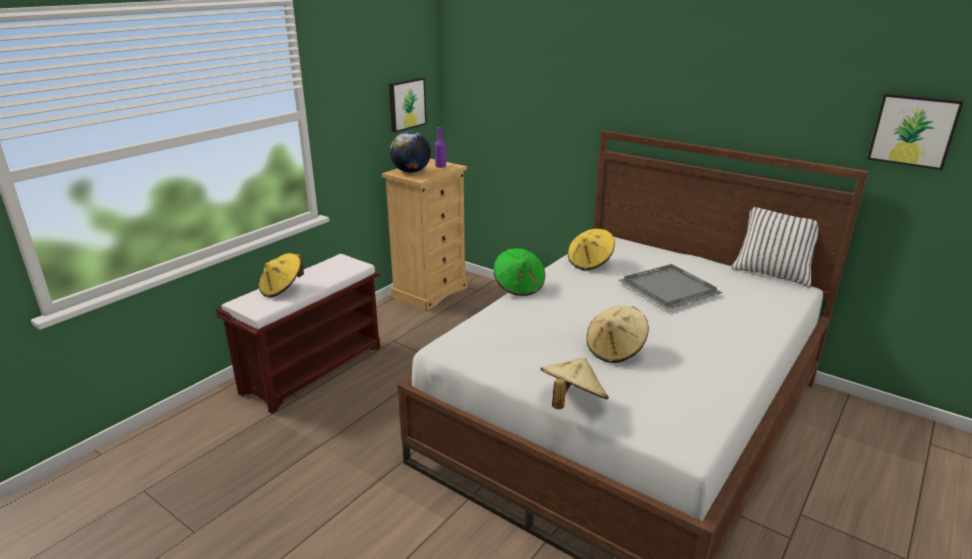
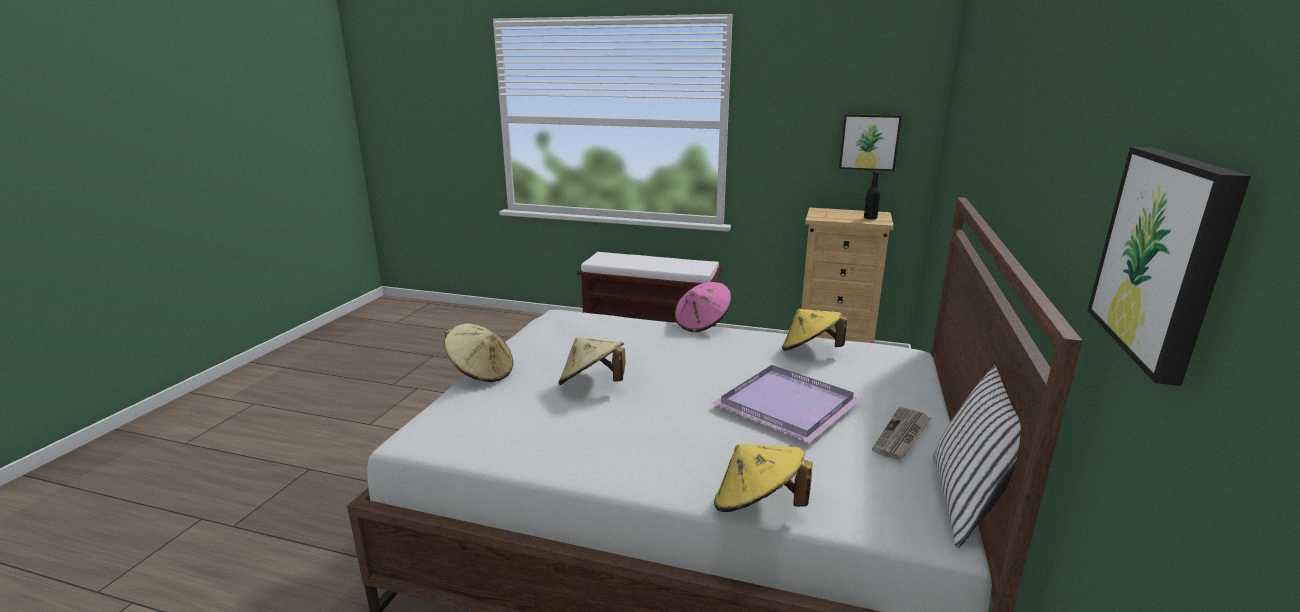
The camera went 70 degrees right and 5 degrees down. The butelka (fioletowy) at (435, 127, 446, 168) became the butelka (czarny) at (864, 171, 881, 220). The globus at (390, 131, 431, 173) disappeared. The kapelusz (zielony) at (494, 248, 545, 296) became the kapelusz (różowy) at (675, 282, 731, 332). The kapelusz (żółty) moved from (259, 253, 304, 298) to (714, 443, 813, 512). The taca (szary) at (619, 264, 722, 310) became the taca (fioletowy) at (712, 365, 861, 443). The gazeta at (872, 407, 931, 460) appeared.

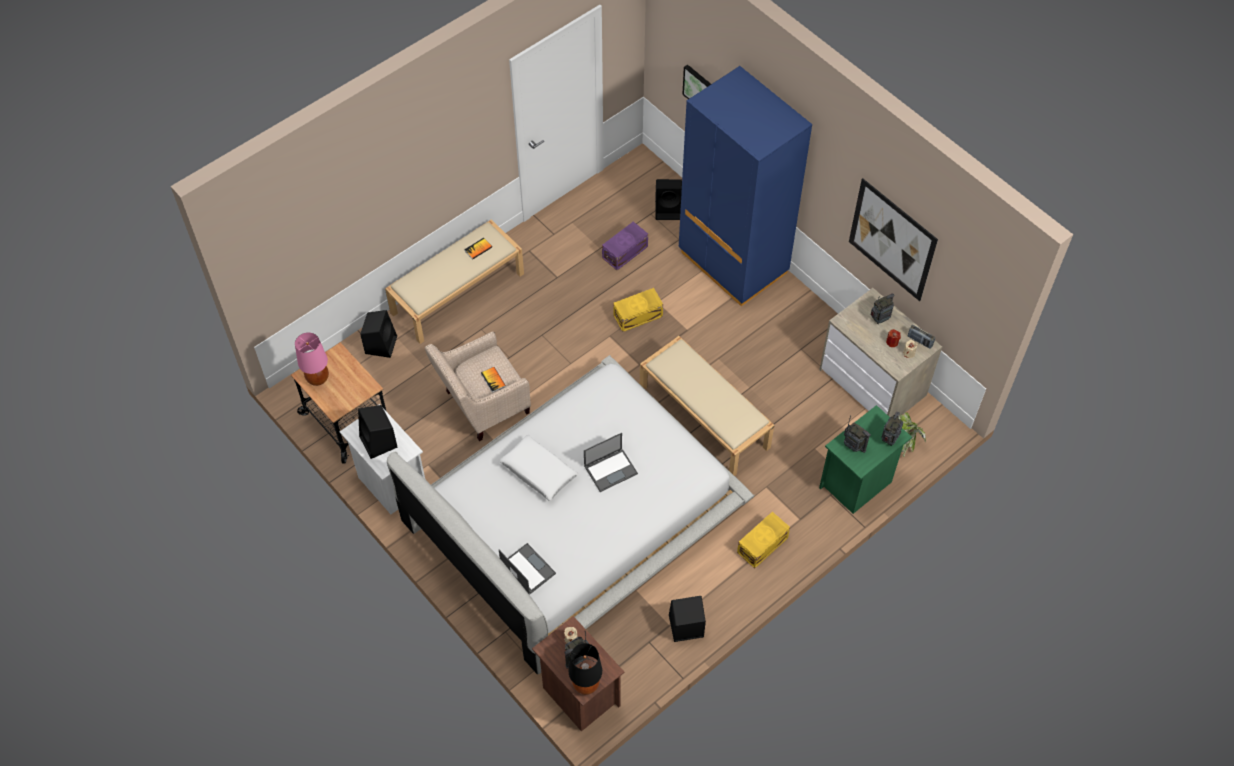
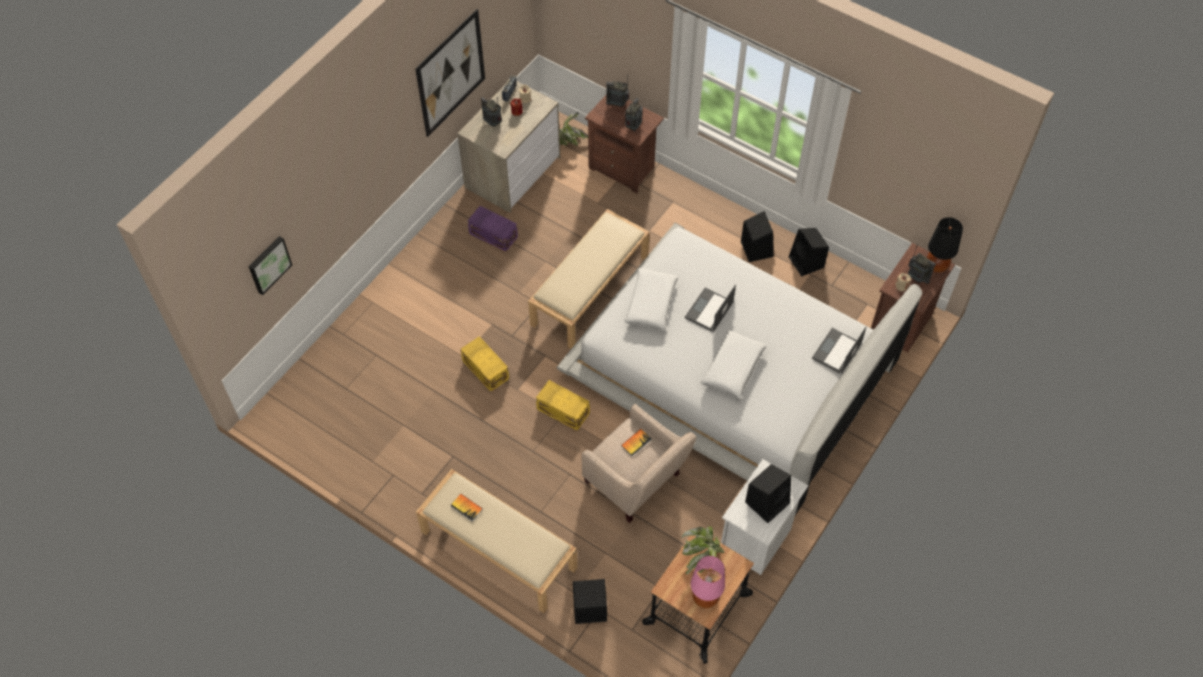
The camera went 105 degrees left and 0 degrees up. The szafa (niebieski) at (679, 66, 812, 306) disappeared. The głośnik (czarny) moved from (655, 179, 682, 220) to (741, 211, 774, 262). The pojemnik do przechowywania (fioletowy) moved from (602, 222, 648, 270) to (468, 206, 518, 252). The szafka nocna (zielony) at (819, 405, 912, 514) became the szafka nocna (brązowy) at (585, 95, 664, 194). The laptop at (584, 433, 638, 492) turned 105 degrees counterclockwise. The pojemnik do przechowywania (żółty) moved from (737, 512, 790, 568) to (536, 380, 590, 431). The poduszka (biały) at (624, 268, 678, 331) appeared. The roślina doniczkowa at (682, 526, 724, 575) appeared.

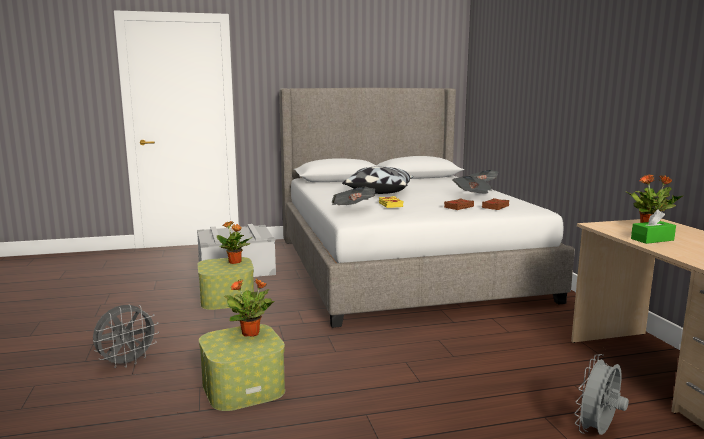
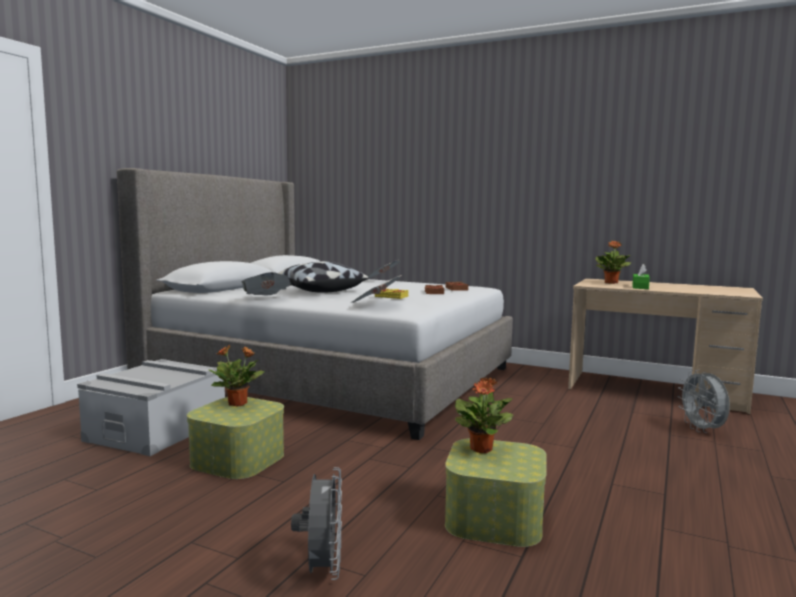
The camera went 50 degrees left and 5 degrees down. The gazeta moved from (452, 176, 492, 194) to (242, 272, 291, 296).

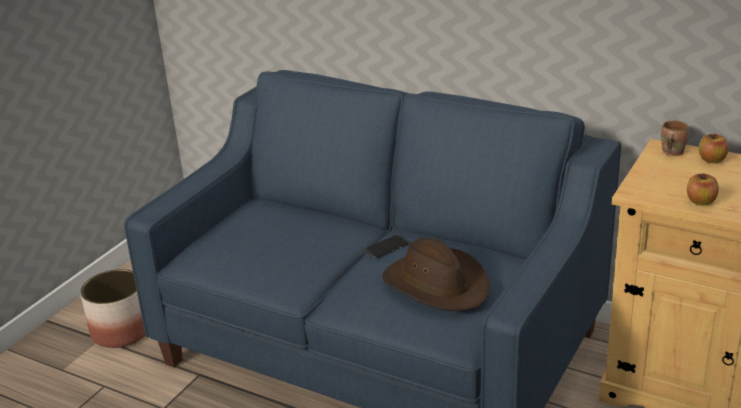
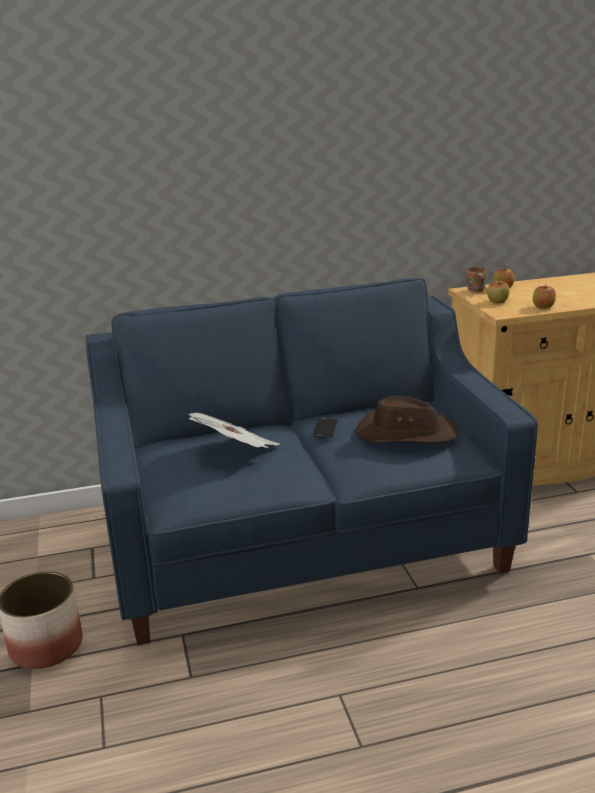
The camera went 45 degrees left and 5 degrees down. The jabłko at (487, 279, 509, 303) appeared. The gazeta at (188, 413, 280, 448) appeared.

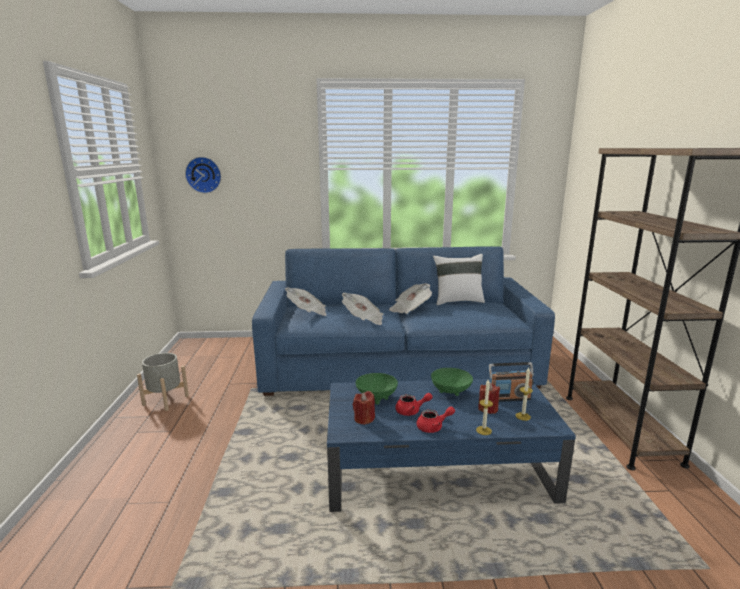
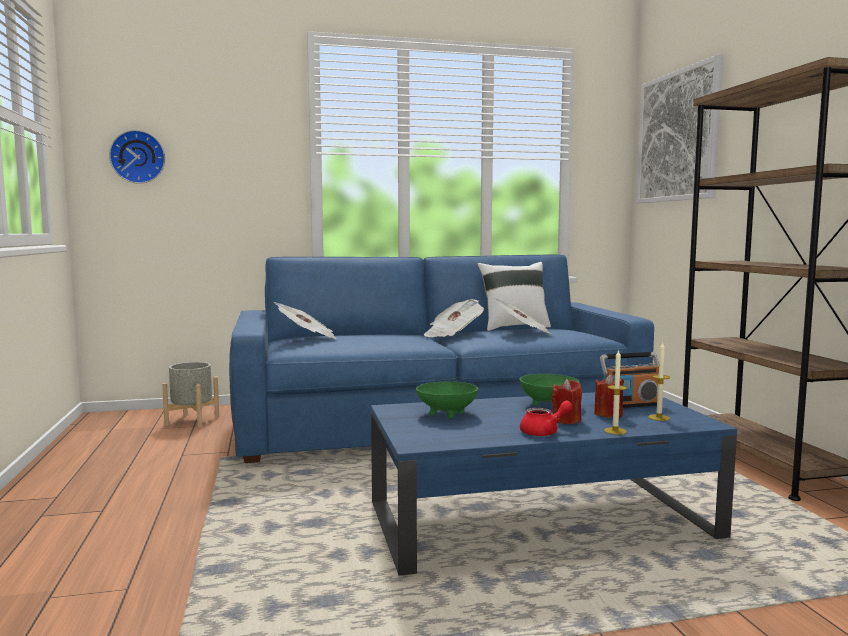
The camera went 10 degrees left and 10 degrees down. The gazeta moved from (342, 293, 383, 325) to (494, 298, 553, 335). The donica (szary) moved from (137, 353, 189, 411) to (162, 362, 219, 428). The świeca (czerwony) moved from (353, 391, 375, 425) to (552, 379, 582, 424). The imbryk (czerwony) at (395, 393, 433, 416) disappeared. The obraz at (637, 54, 723, 203) appeared.

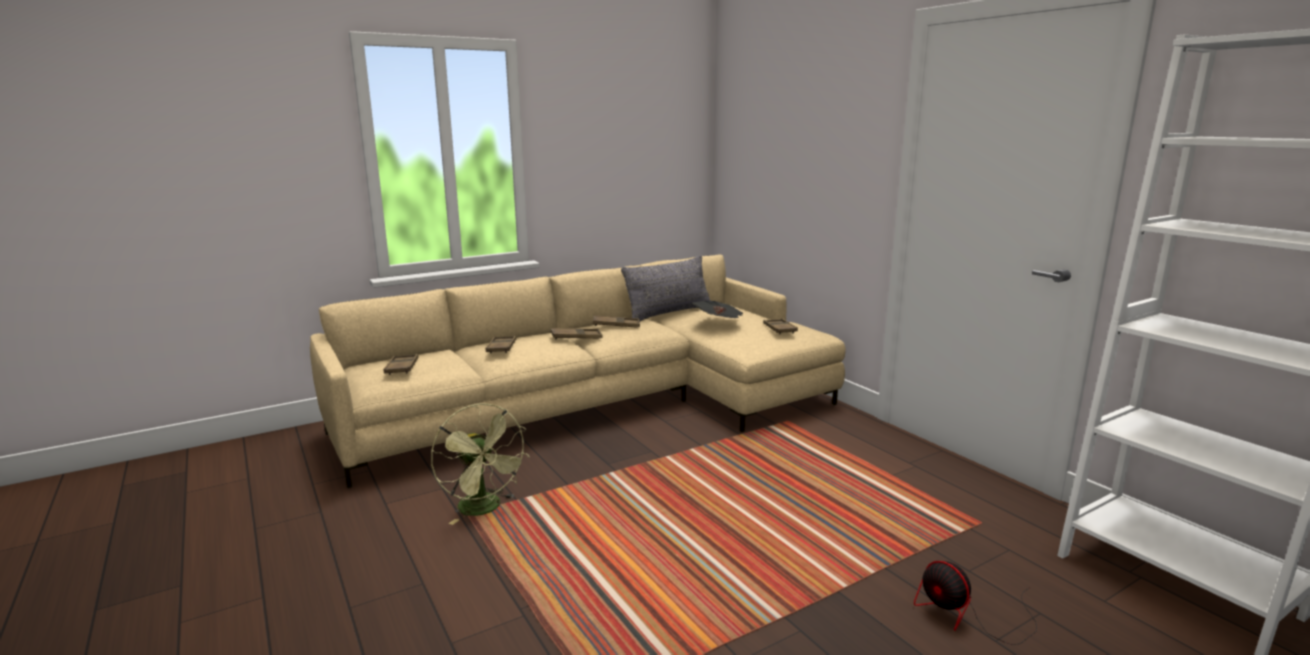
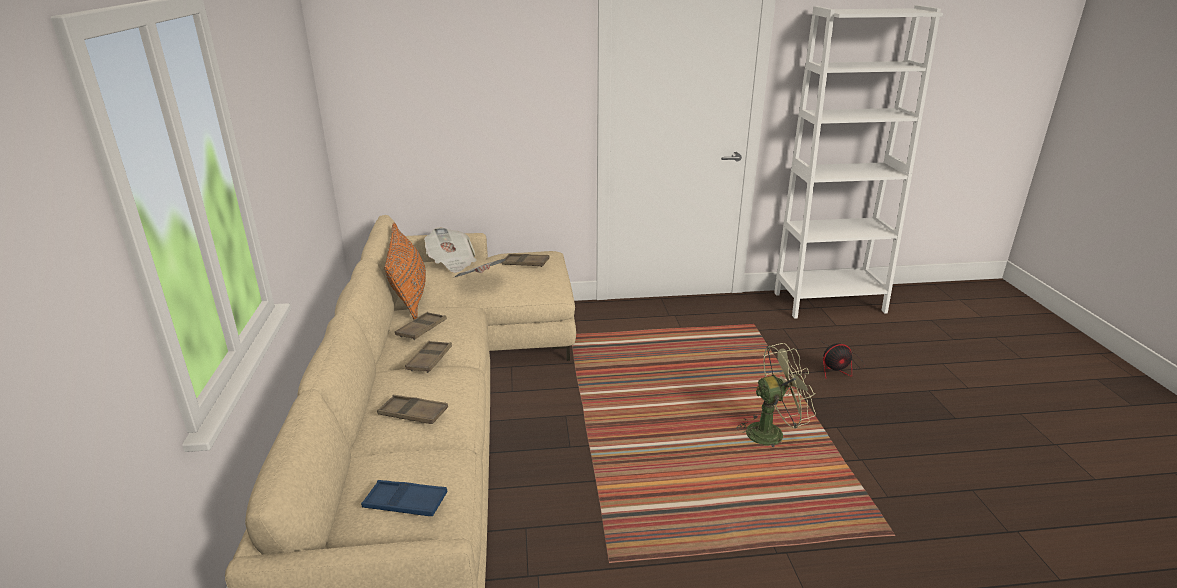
The camera went 65 degrees left and 10 degrees up. The poduszka (szary) at (621, 255, 710, 321) became the poduszka (pomarańczowy) at (384, 222, 426, 320). The taca (brązowy) at (383, 354, 419, 375) became the taca (niebieski) at (361, 480, 447, 516). The wentylator (zielony) moved from (431, 403, 529, 525) to (737, 343, 816, 447). The gazeta at (424, 227, 477, 273) appeared.

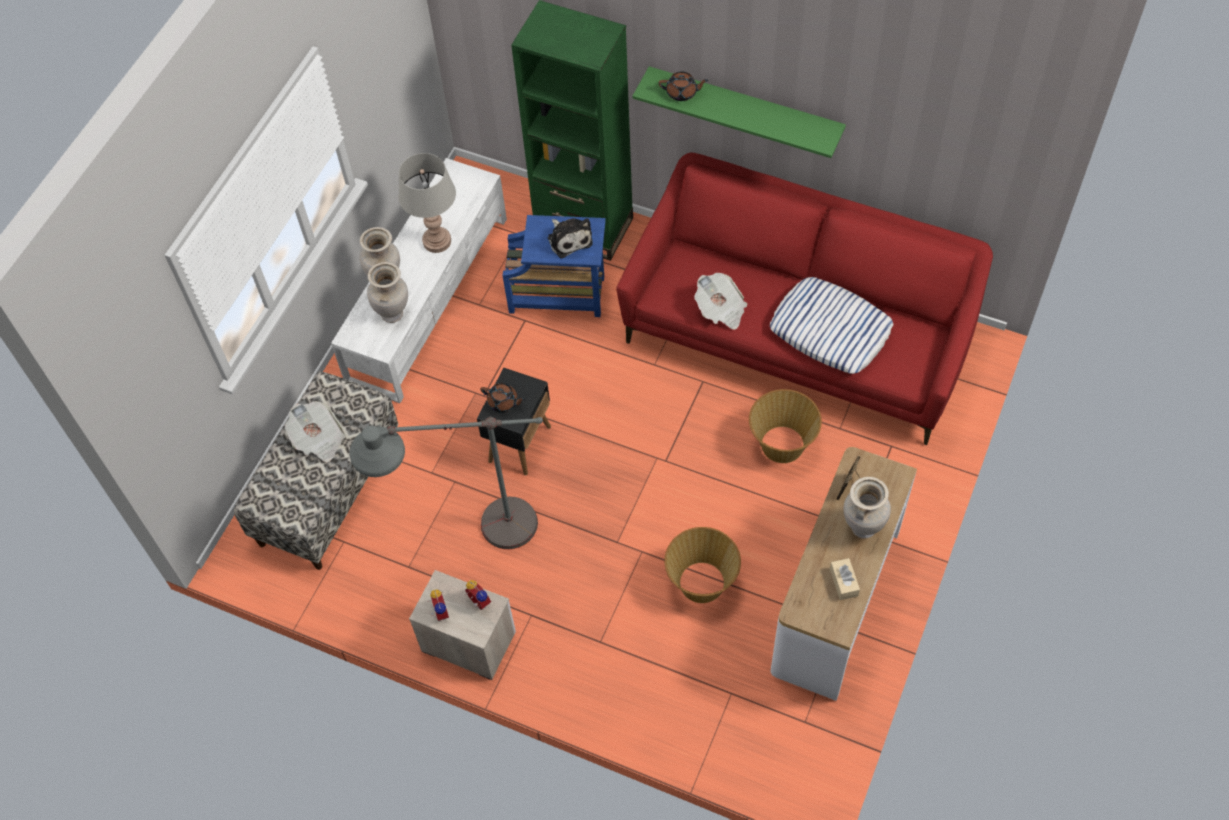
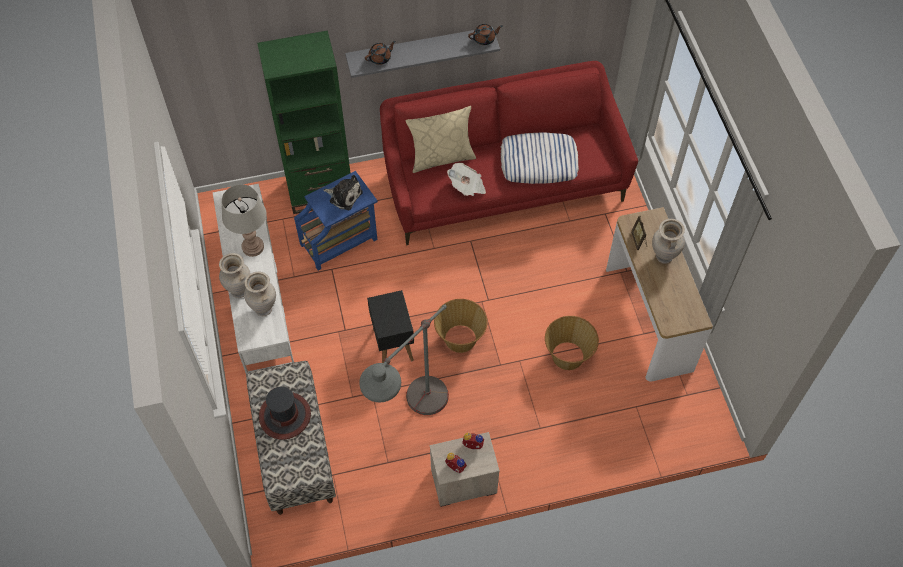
The camera went 40 degrees left and 0 degrees up. The półka (zielony) at (633, 66, 846, 158) became the półka (szary) at (345, 27, 500, 78). The imbryk (brązowy) moved from (480, 383, 526, 413) to (468, 24, 502, 45). The koszyk moved from (749, 389, 822, 463) to (434, 299, 487, 353). The gazeta at (285, 401, 346, 462) was replaced by the kapelusz at (259, 387, 311, 439). The pudełko chusteczek (beżowy) at (830, 558, 860, 600) disappeared. The poduszka (beżowy) at (406, 106, 476, 173) appeared.

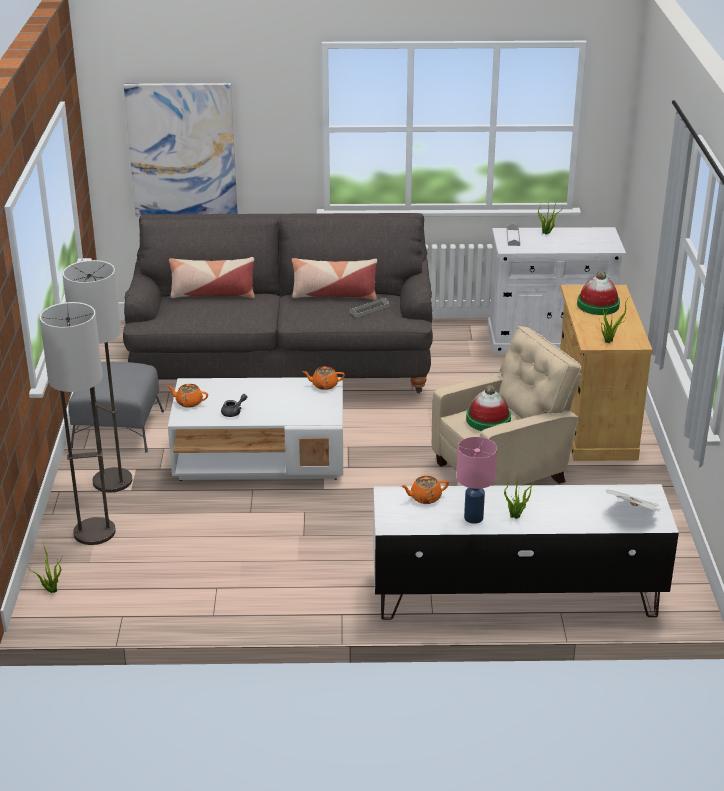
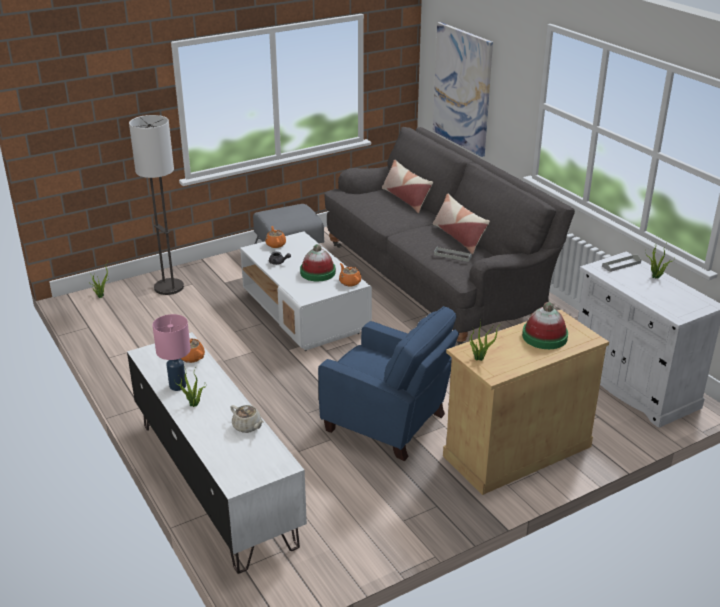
The camera went 60 degrees right and 0 degrees up. The lampa stojąca at (62, 260, 132, 492) disappeared. The fotel (beżowy) at (432, 326, 581, 486) became the fotel (niebieski) at (318, 306, 459, 461). The kapelusz moved from (466, 385, 511, 431) to (300, 244, 336, 281). The gazeta at (606, 489, 660, 512) disappeared. The imbryk (beżowy) at (230, 405, 264, 433) appeared.

